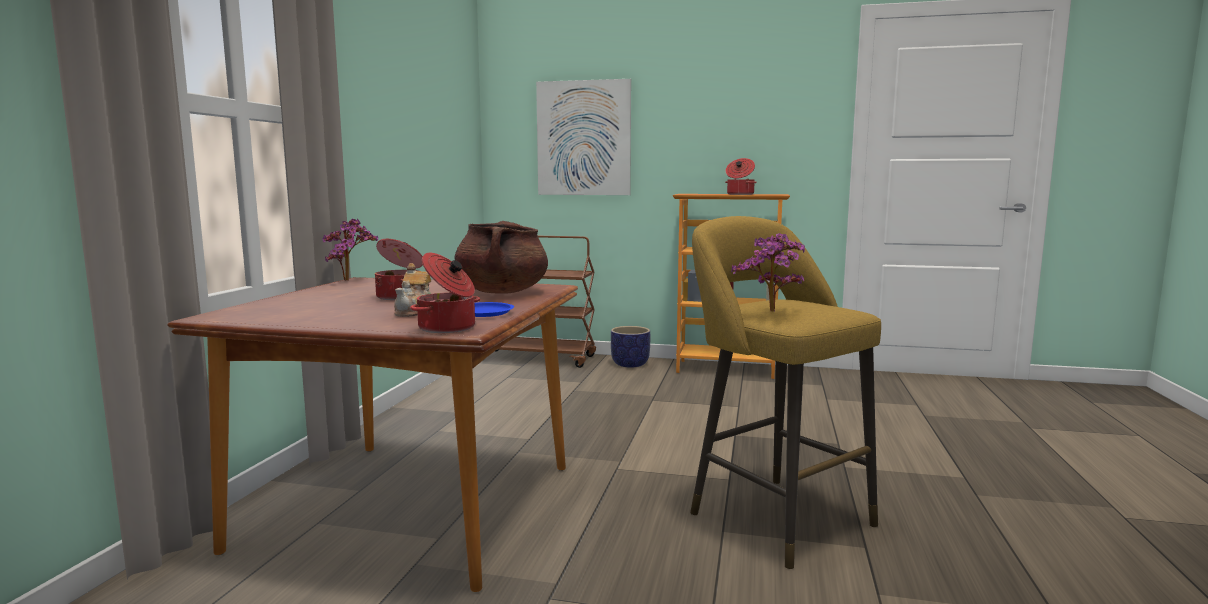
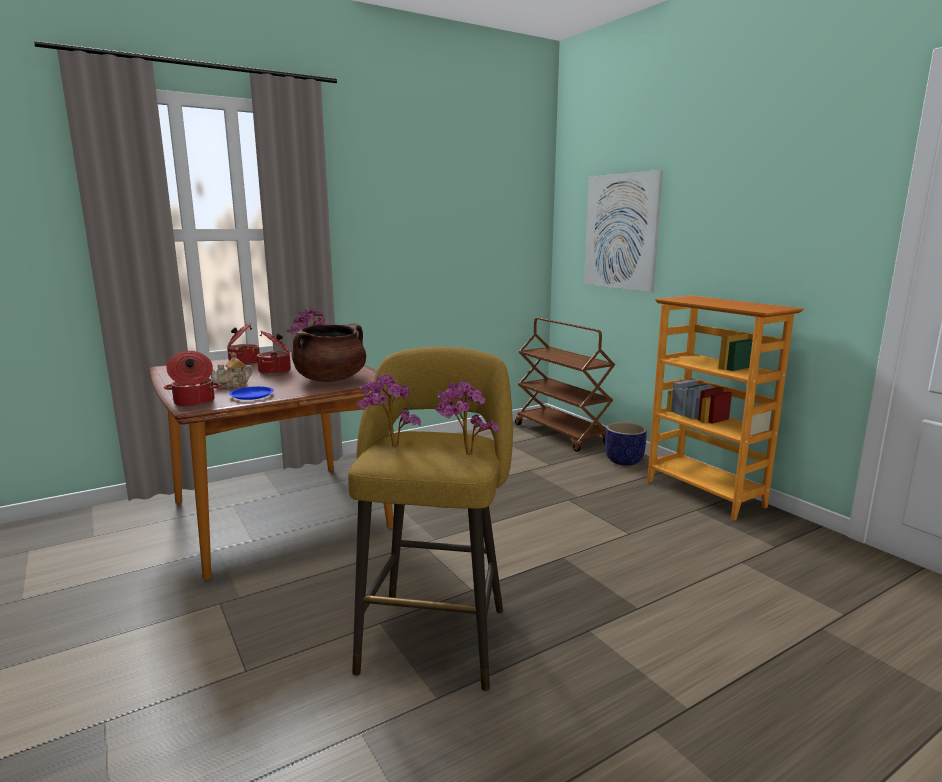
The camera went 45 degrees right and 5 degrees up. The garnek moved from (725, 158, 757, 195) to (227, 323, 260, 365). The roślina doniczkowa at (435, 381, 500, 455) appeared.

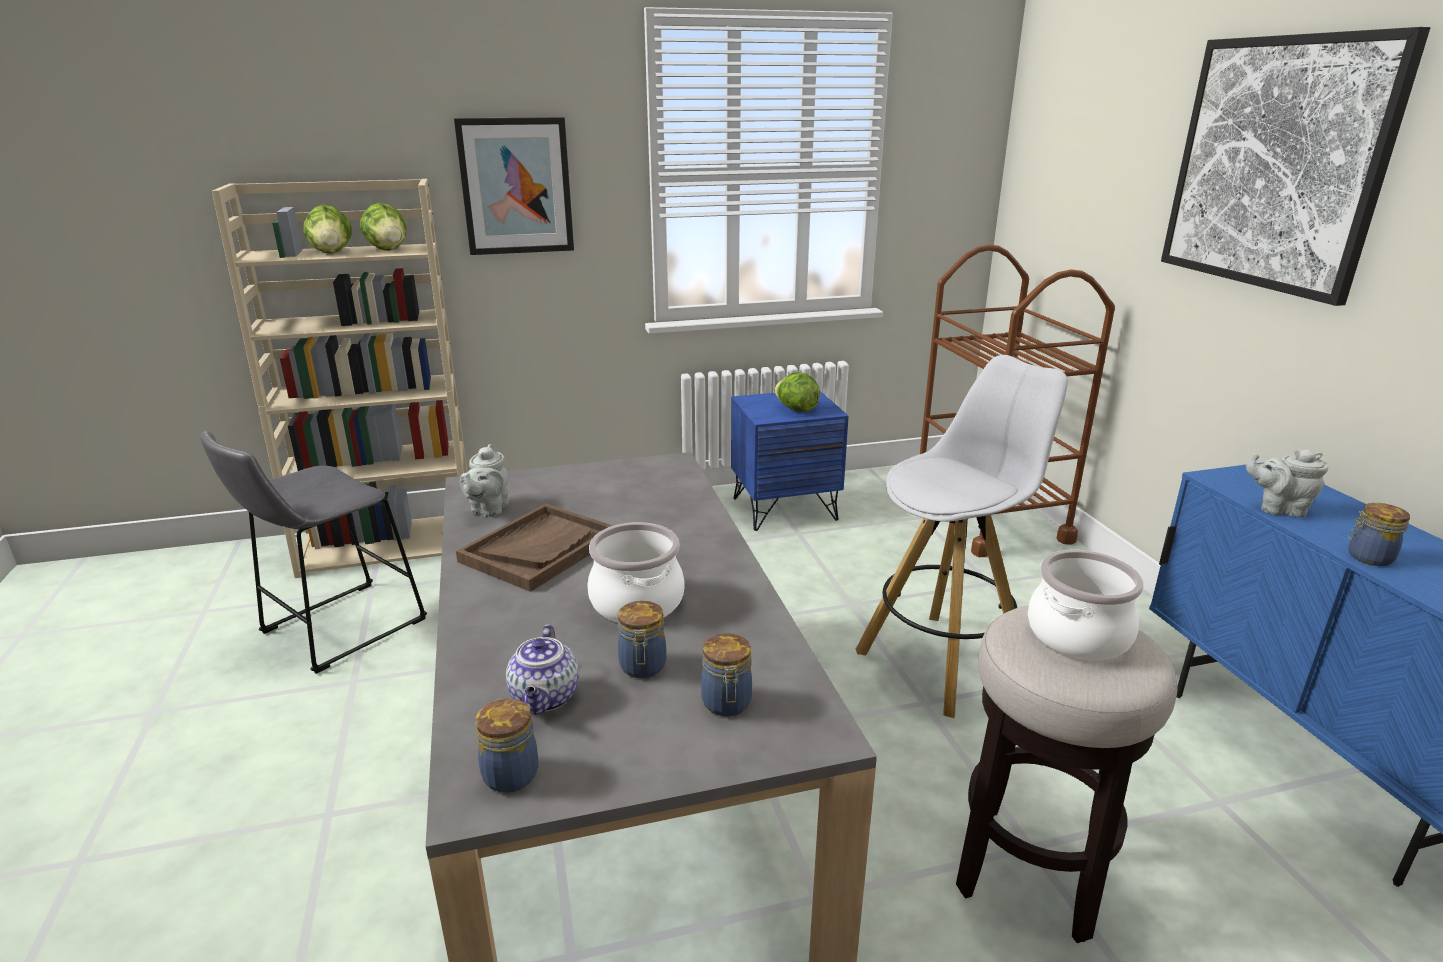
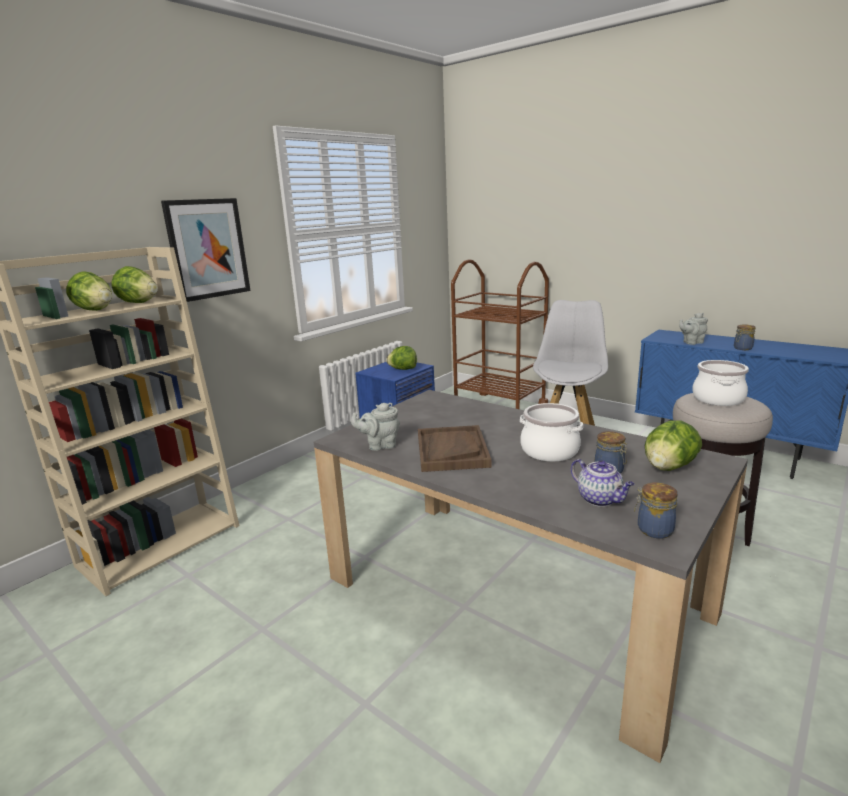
The camera went 35 degrees left and 5 degrees down. The obraz at (1161, 27, 1430, 306) disappeared. The stołek (szary) at (200, 431, 427, 674) disappeared. The imbryk (szary) at (460, 444, 509, 517) turned 105 degrees clockwise. The słoik at (701, 633, 752, 716) was replaced by the sałata at (645, 420, 702, 471).

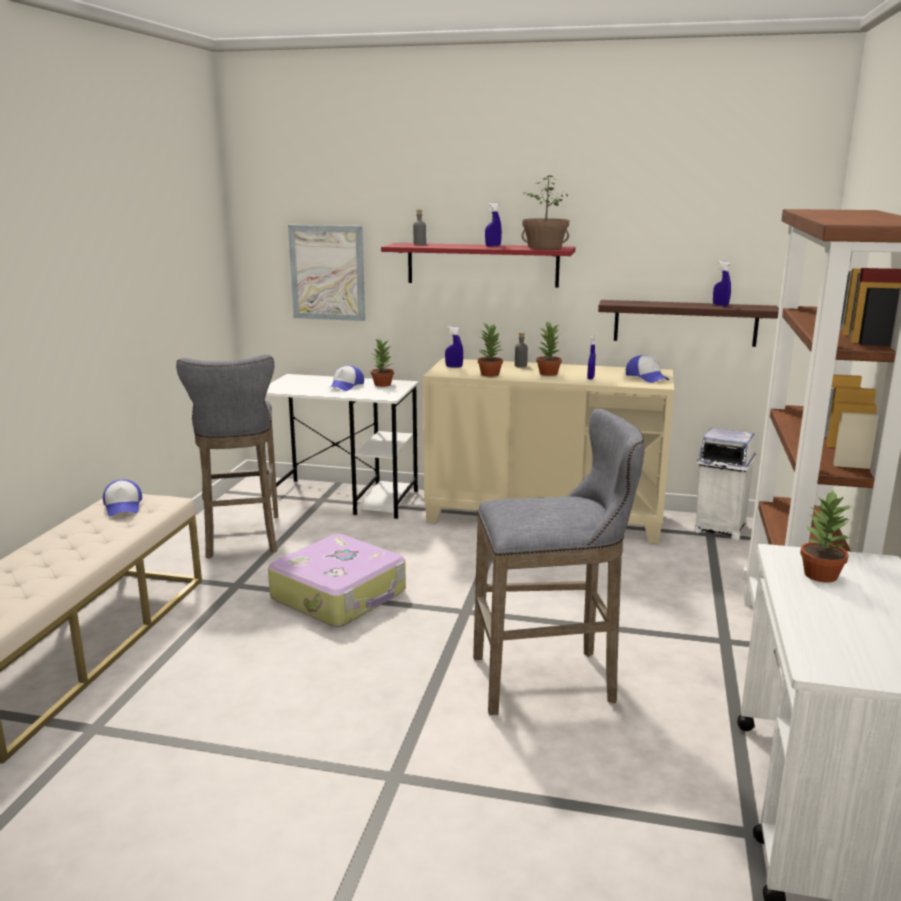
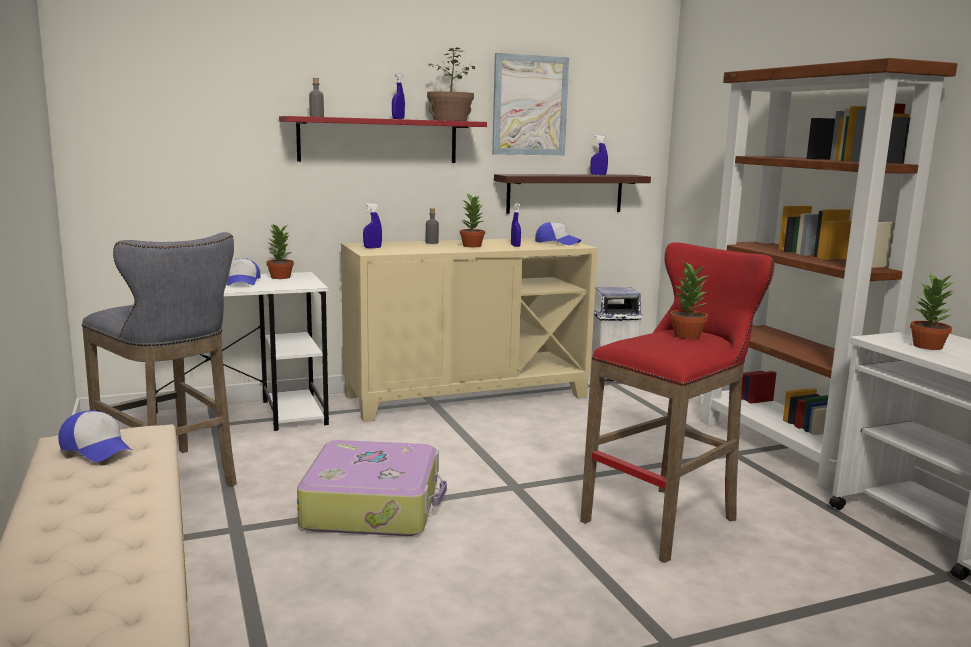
The camera went 35 degrees left and 5 degrees down. The obraz moved from (288, 225, 365, 321) to (492, 53, 569, 155). The roślina doniczkowa moved from (478, 322, 503, 377) to (670, 262, 710, 339). The stołek (szary) at (473, 409, 645, 715) became the stołek (czerwony) at (580, 242, 774, 563).

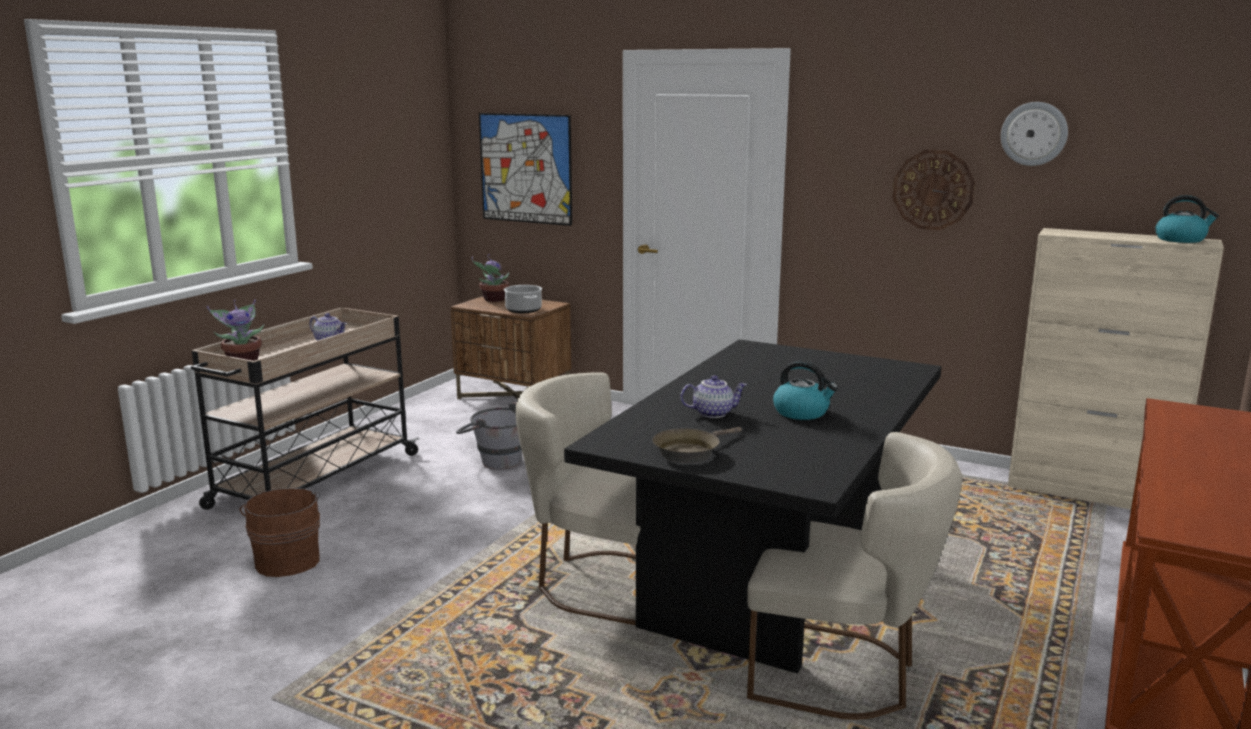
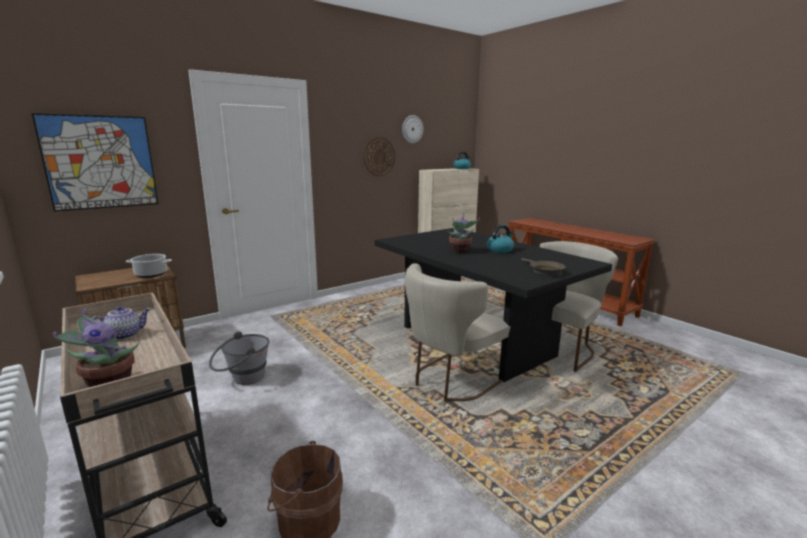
The camera went 65 degrees left and 0 degrees up. The roślina doniczkowa moved from (471, 254, 509, 302) to (447, 213, 480, 253). The imbryk at (680, 375, 747, 418) disappeared.

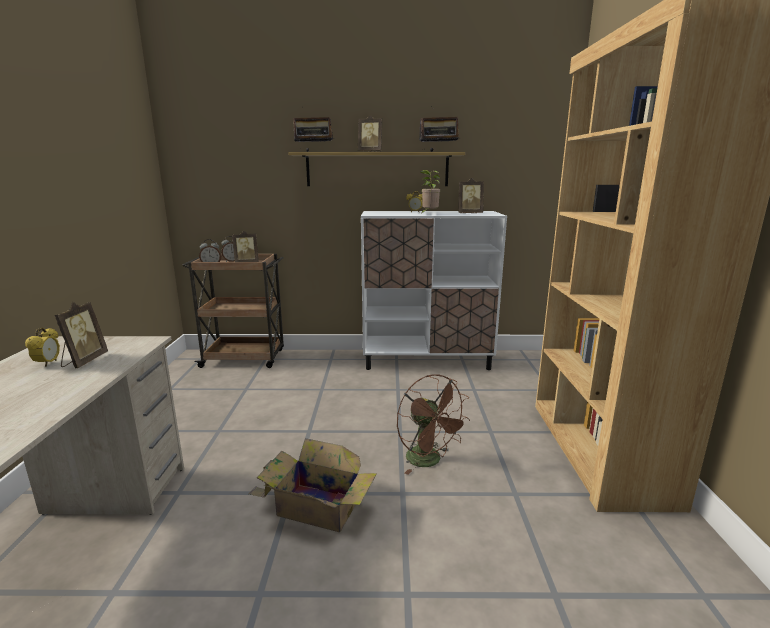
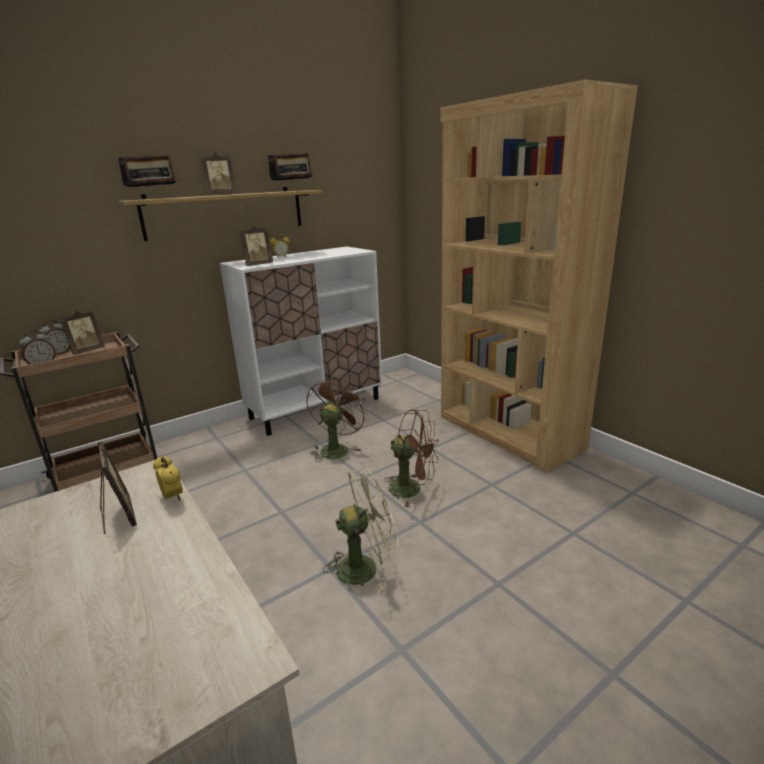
The camera went 35 degrees left and 5 degrees up. The roślina doniczkowa at (420, 170, 440, 214) disappeared. The ramka na zdjęcie moved from (458, 178, 484, 213) to (240, 225, 273, 266). The budzik moved from (25, 327, 60, 367) to (153, 456, 183, 501). The karton at (249, 438, 377, 532) was replaced by the wentylator (zielony) at (323, 467, 399, 592). The wentylator (brązowy) at (306, 377, 368, 462) appeared.

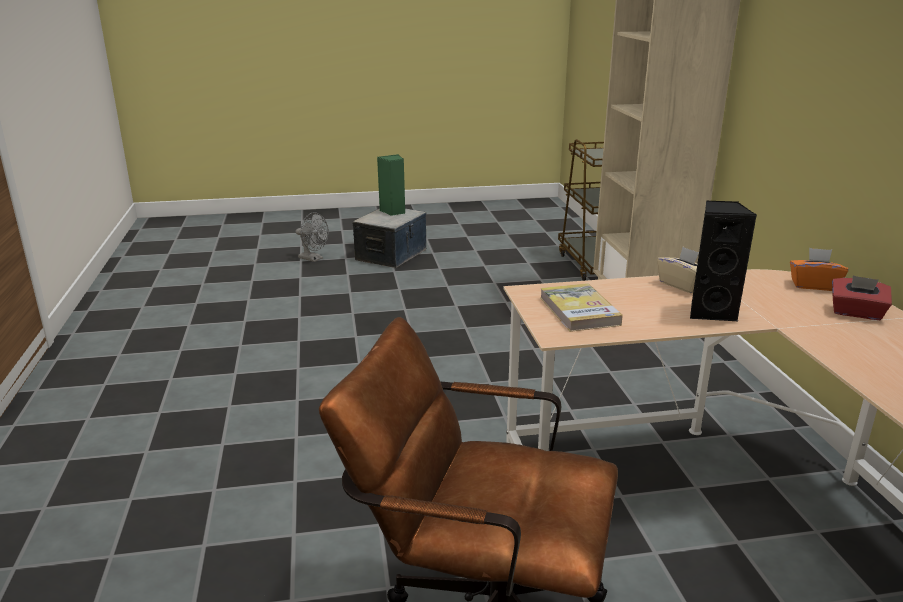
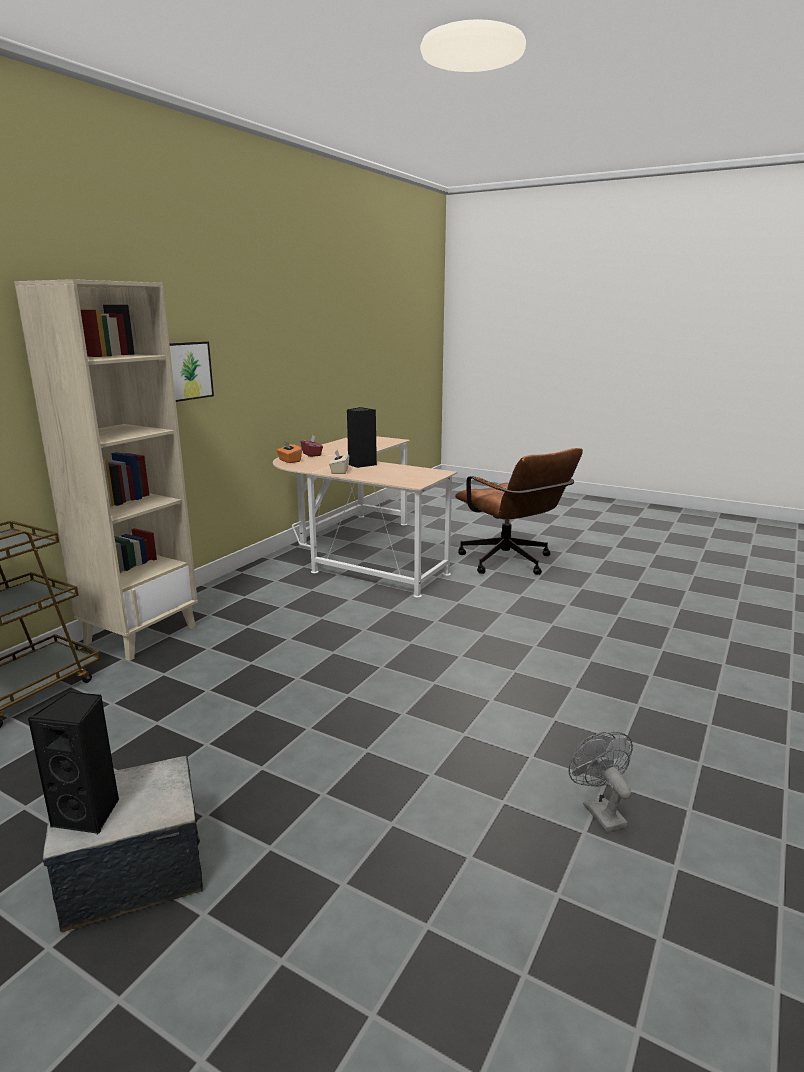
The camera went 140 degrees left and 5 degrees down. The głośnik (zielony) at (377, 154, 405, 216) became the głośnik (czarny) at (27, 691, 119, 834). The wentylator (szary) moved from (296, 212, 329, 262) to (569, 732, 633, 832). The książka at (540, 283, 623, 332) disappeared. The obraz at (169, 341, 214, 402) appeared.

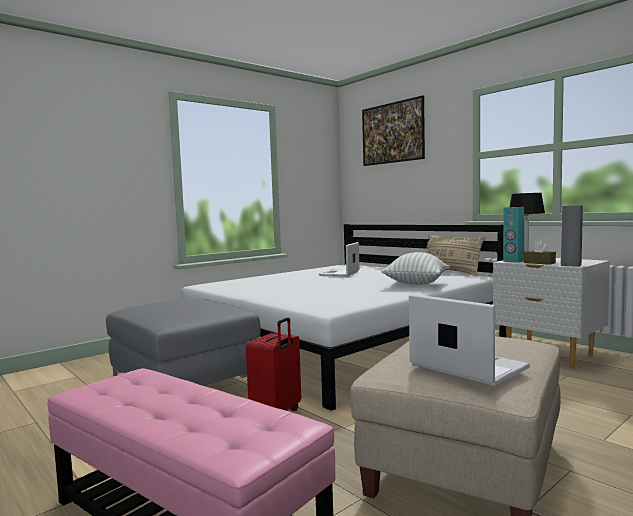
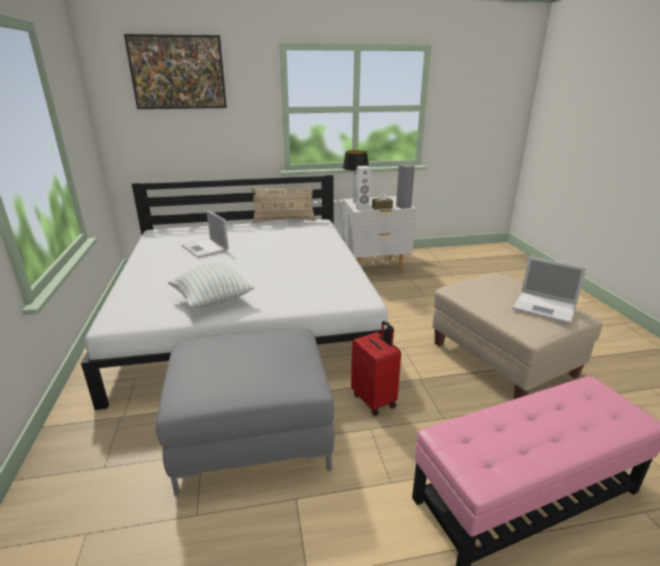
The camera went 60 degrees left and 20 degrees up. The głośnik (turkusowy) at (503, 207, 524, 263) became the głośnik (biały) at (356, 166, 371, 210). The poduszka moved from (381, 252, 450, 285) to (168, 262, 255, 307). The laptop at (409, 294, 530, 386) turned 135 degrees counterclockwise.

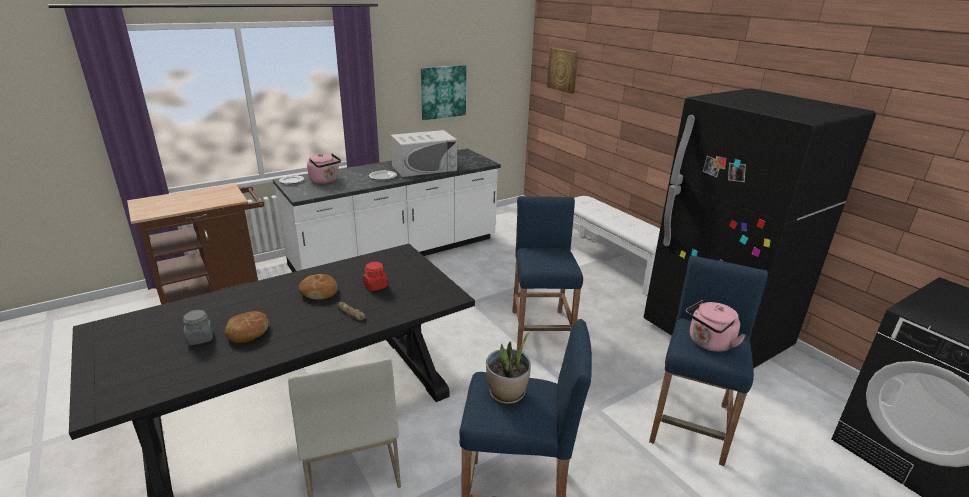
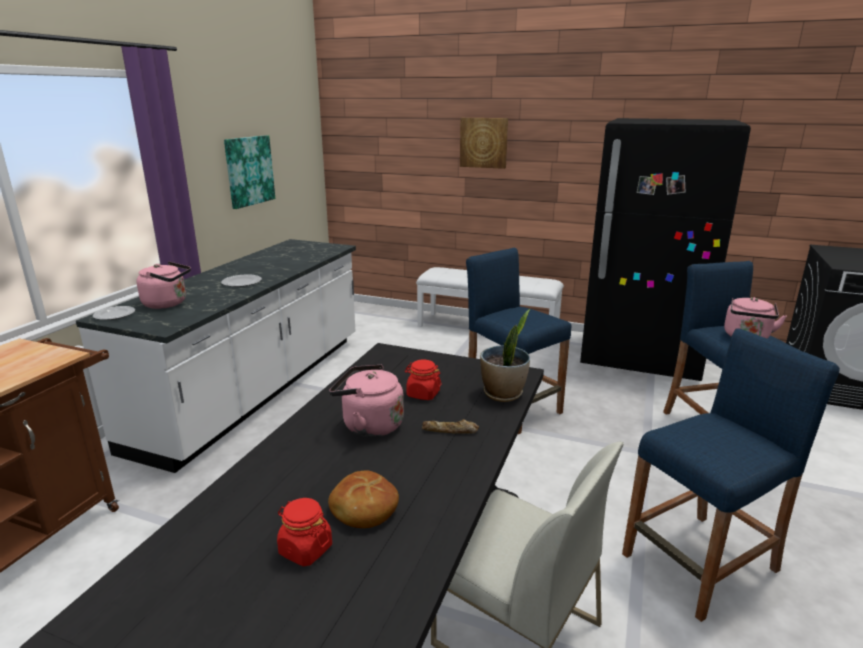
The camera went 35 degrees left and 5 degrees down. The obraz moved from (547, 48, 578, 94) to (460, 118, 508, 169). The mikrofalówka (biały) at (390, 130, 457, 177) disappeared. The chleb at (299, 274, 338, 300) was replaced by the czajnik (różowy) at (329, 364, 404, 437). The słoik (szary) at (183, 310, 213, 345) became the słoik (czerwony) at (277, 498, 332, 567). The roślina doniczkowa moved from (486, 332, 531, 404) to (480, 309, 530, 402).

